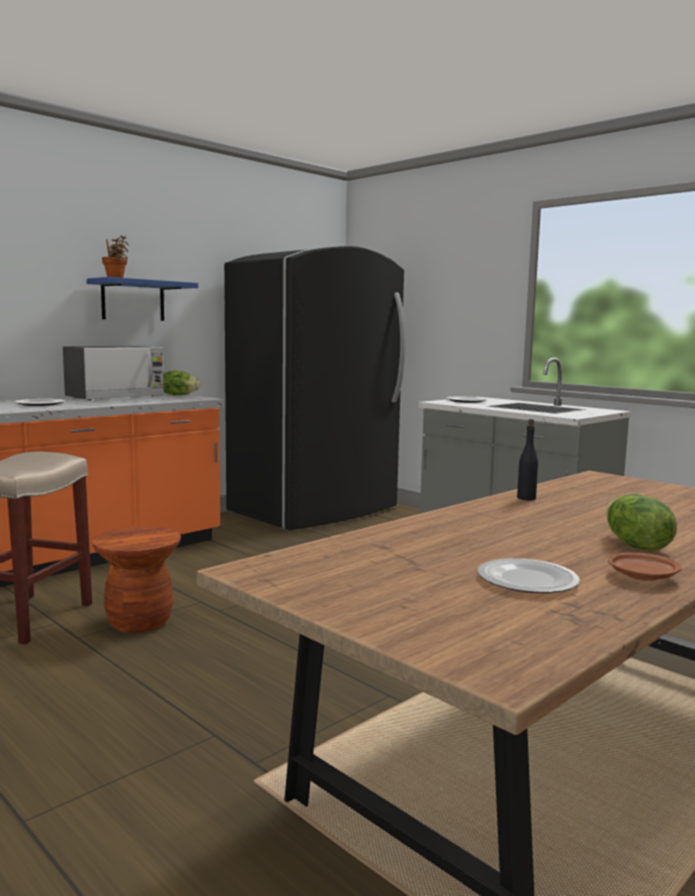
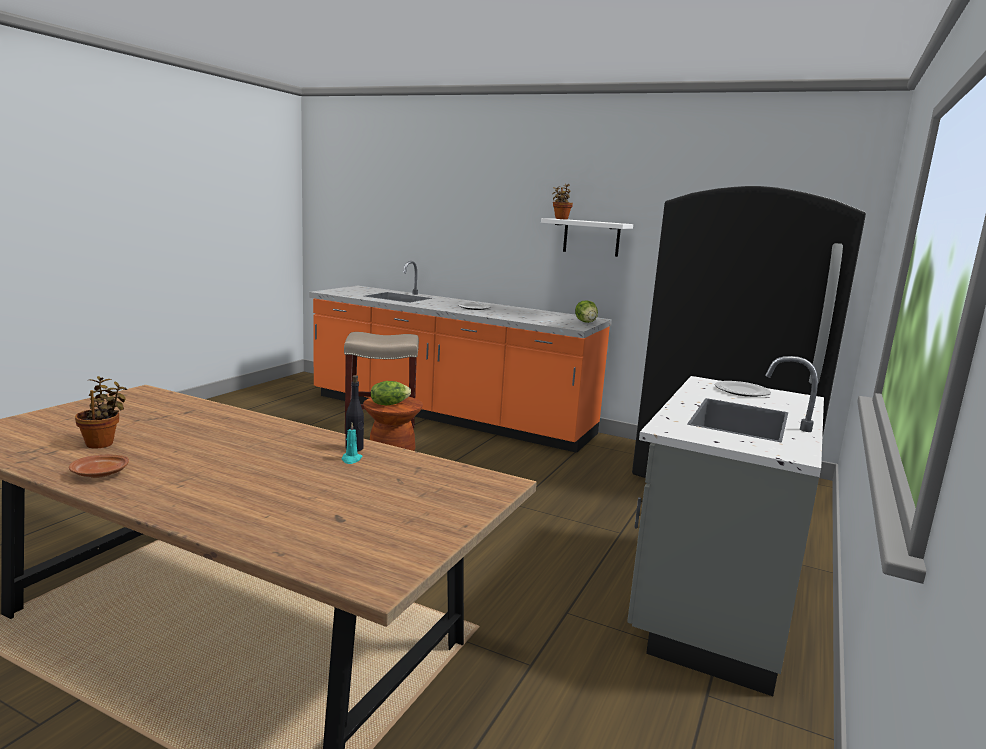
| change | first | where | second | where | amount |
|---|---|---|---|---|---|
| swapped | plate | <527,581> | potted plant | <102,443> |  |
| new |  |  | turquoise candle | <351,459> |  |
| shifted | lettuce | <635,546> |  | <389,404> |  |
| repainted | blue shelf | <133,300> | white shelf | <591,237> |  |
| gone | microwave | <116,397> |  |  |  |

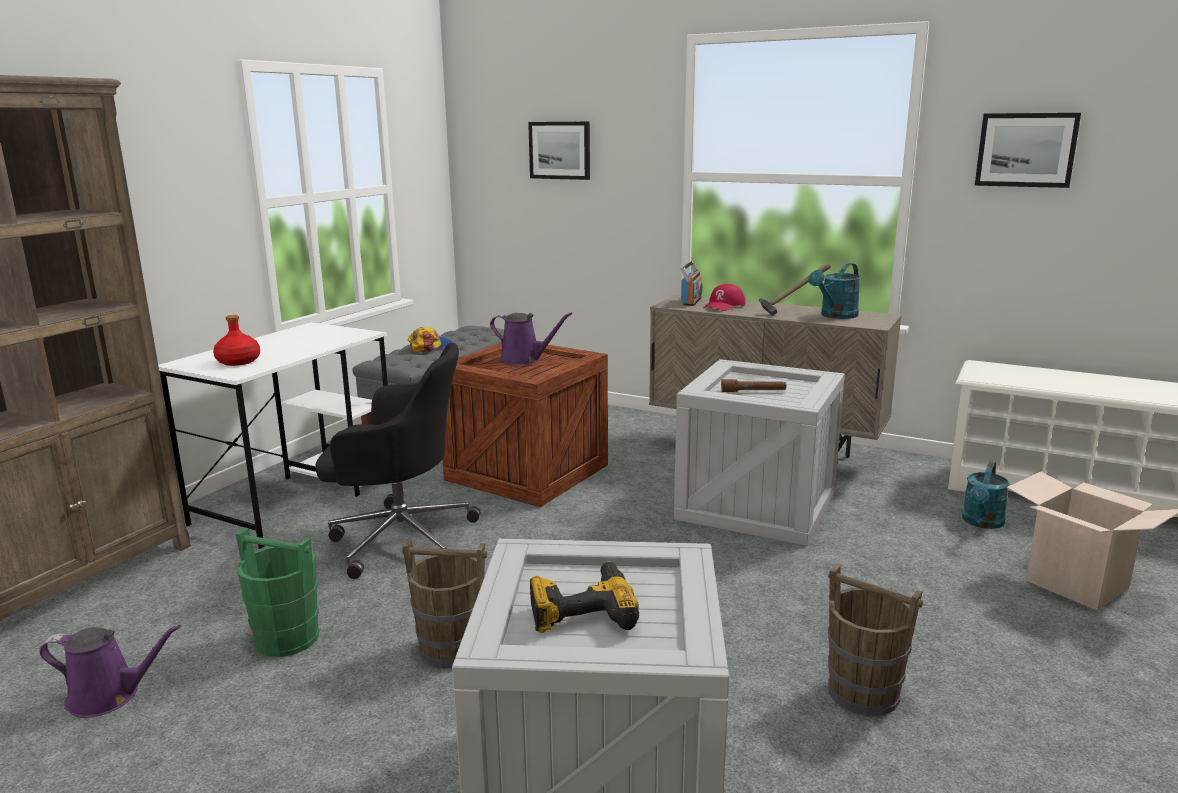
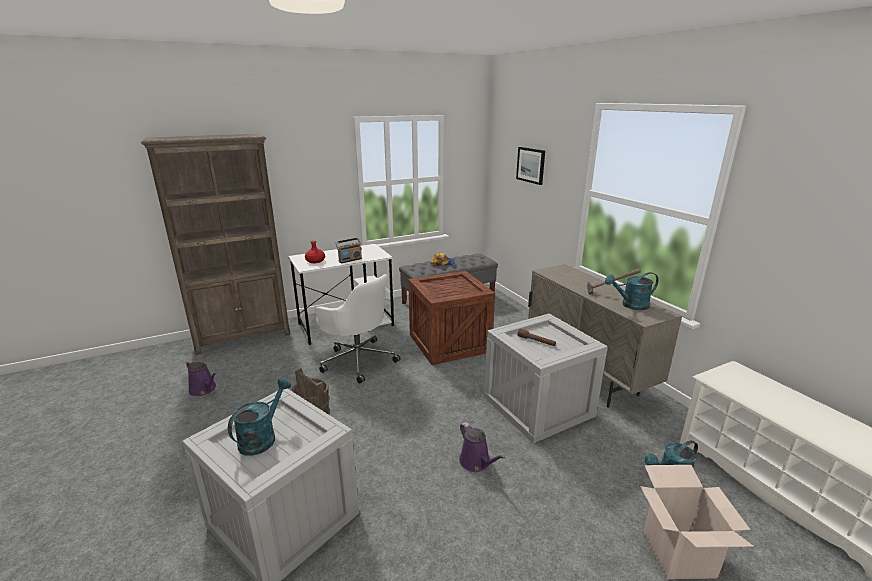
| change | first | where | second | where | amount |
|---|---|---|---|---|---|
| swapped | power drill | <582,610> | turquoise watering can | <262,437> |  |
| repainted | black office chair | <400,539> | white office chair | <358,360> |  |
| shifted | radio | <691,301> |  | <350,260> |  |
| shifted | purple watering can | <524,360> |  | <476,462> |  |
| gone | green bucket | <286,638> |  |  |  |
| gone | red cap | <724,306> |  |  |  |
| gone | brown bucket | <863,693> |  |  |  |
| gone | picture | <1026,150> |  |  |  |

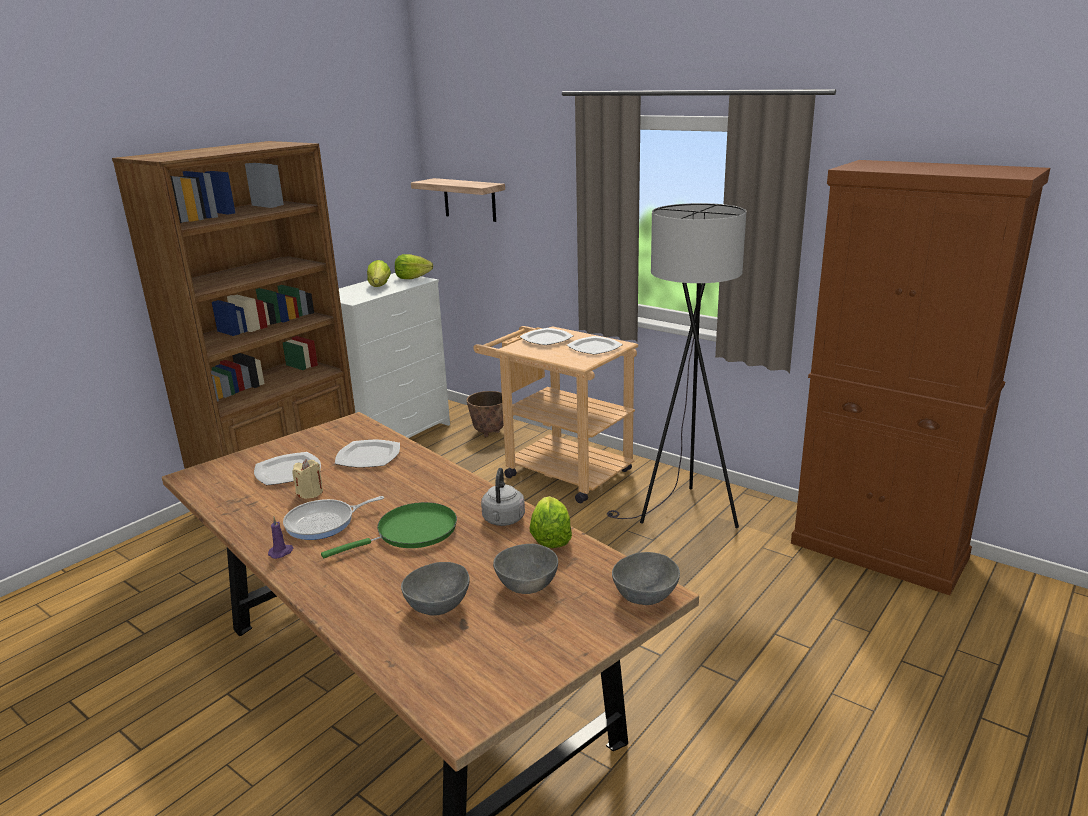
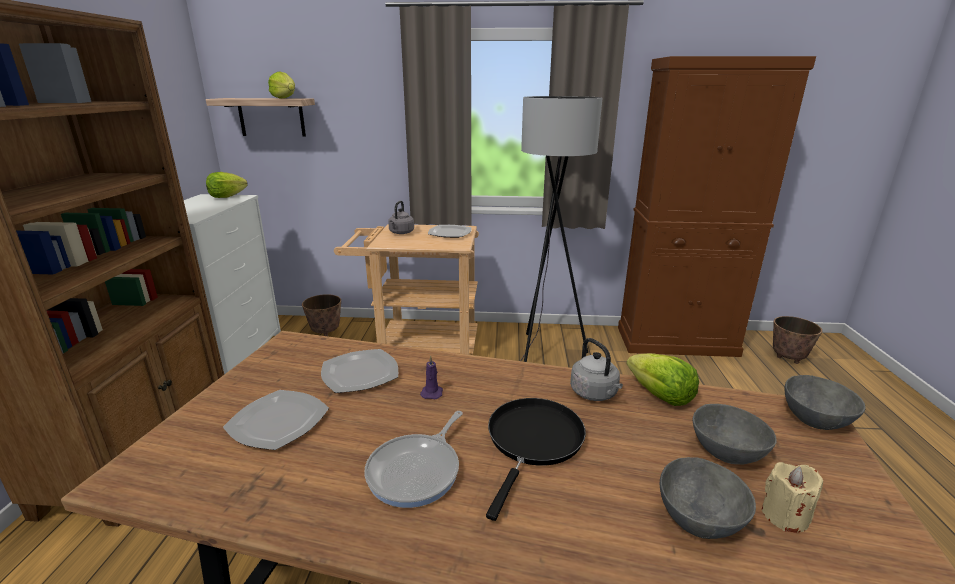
| change | first | where | second | where | amount |
|---|---|---|---|---|---|
| shifted | lettuce | <379,286> |  | <285,98> |  |
| swapped | plate | <546,339> | grey kettle | <401,233> |  |
| shifted | purple candle | <281,552> |  | <432,392> |  |
| repainted | green frying pan | <411,532> | black frying pan | <533,441> |  |
| shifted | beige candle | <310,493> |  | <784,516> |  |
| new |  |  | planter | <787,358> |  |

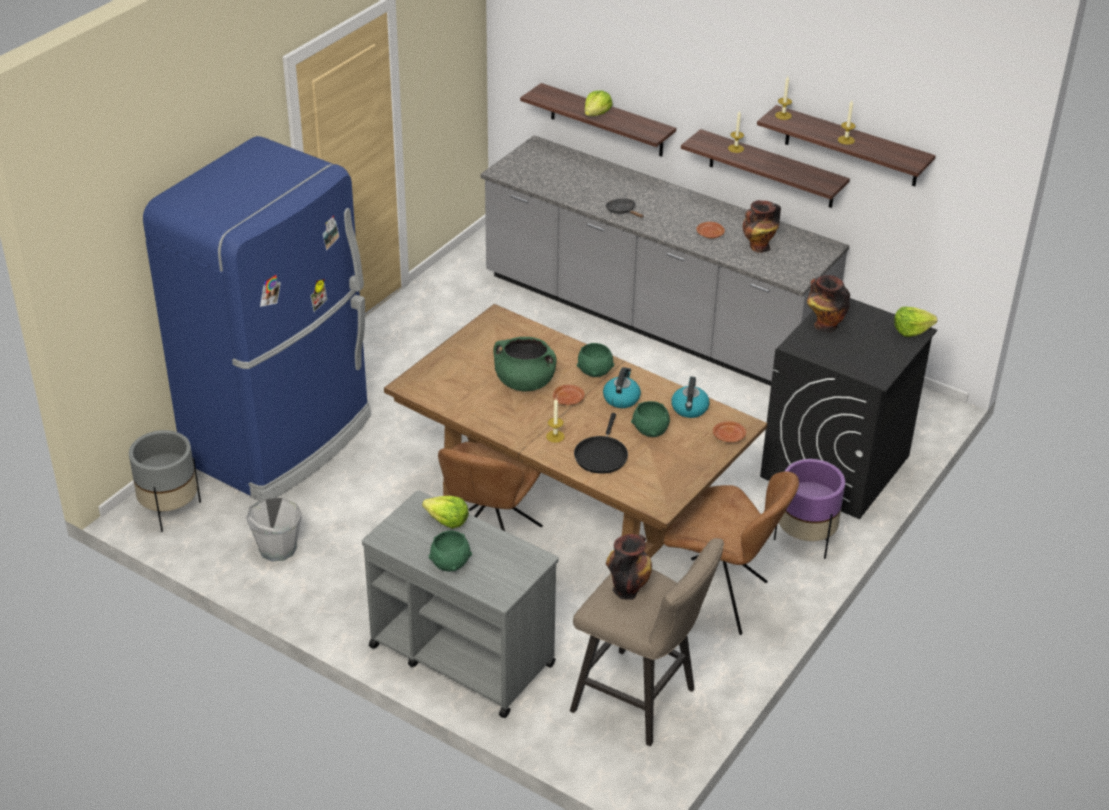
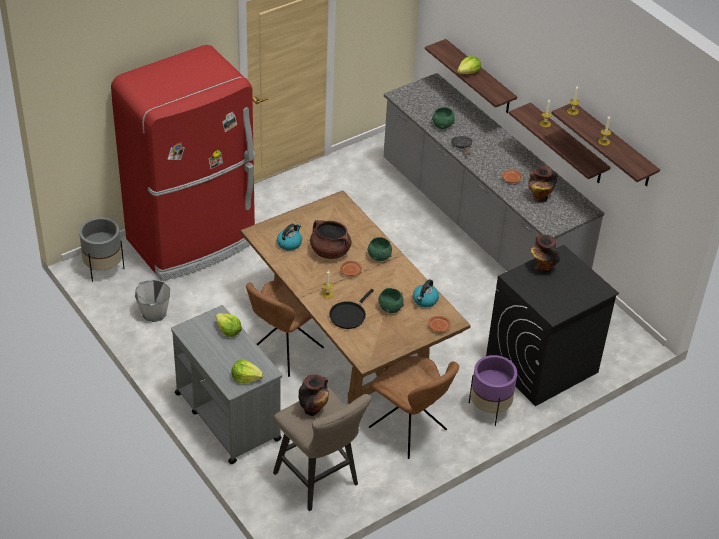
| change | first | where | second | where | amount |
|---|---|---|---|---|---|
| repainted | blue fridge | <281,440> | red fridge | <193,241> |  |
| shifted | lettuce | <911,330> |  | <246,377> |  |
| shifted | kettle | <621,398> |  | <289,243> |  |
| repainted | green cooking pot | <524,382> | brown cooking pot | <330,251> |  |
| shifted | green bowl | <451,563> |  | <443,125> |  |

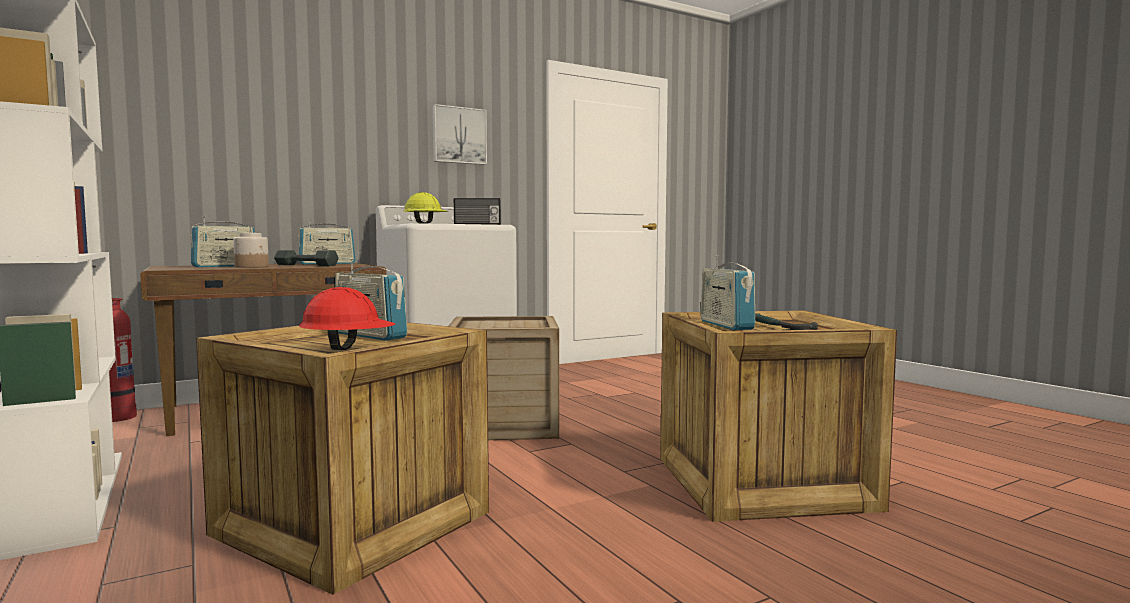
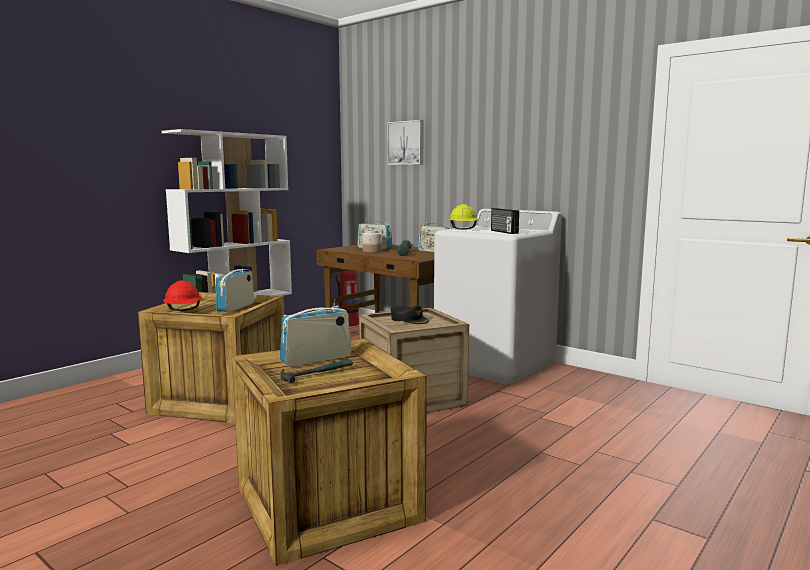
| change | first | where | second | where | amount |
|---|---|---|---|---|---|
| shifted | picture | <459,135> |  | <406,143> |  |
| new |  |  | black cap | <409,319> |  |

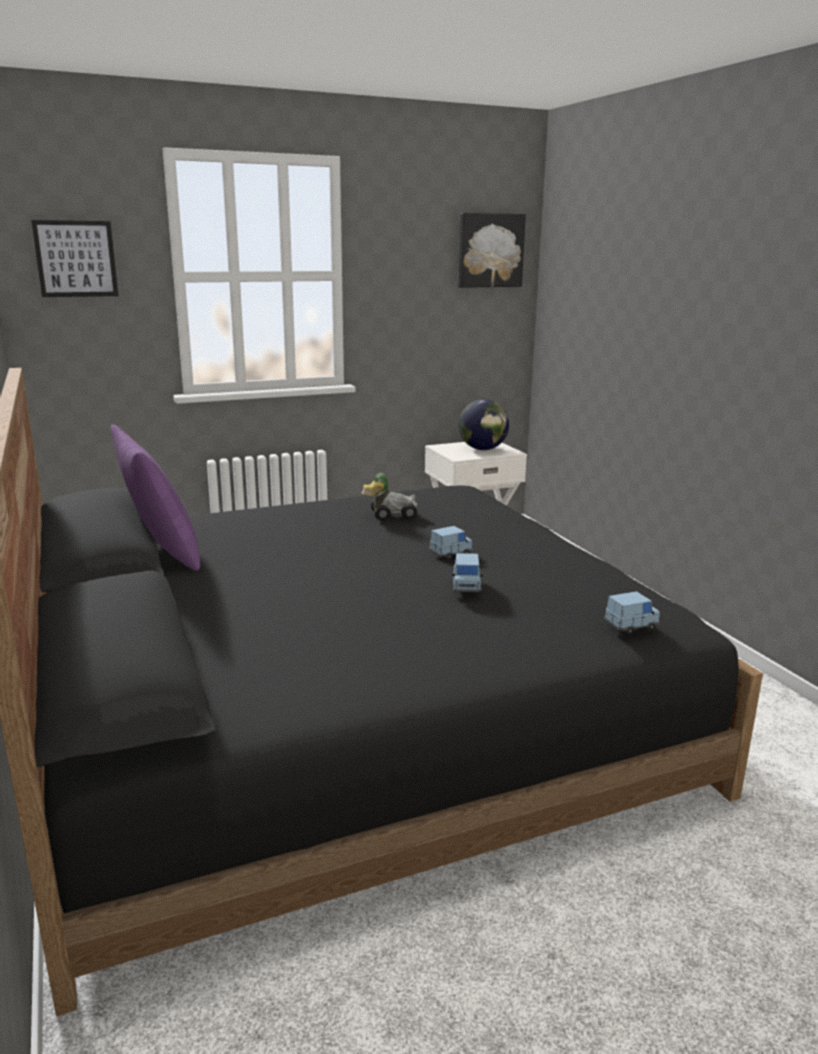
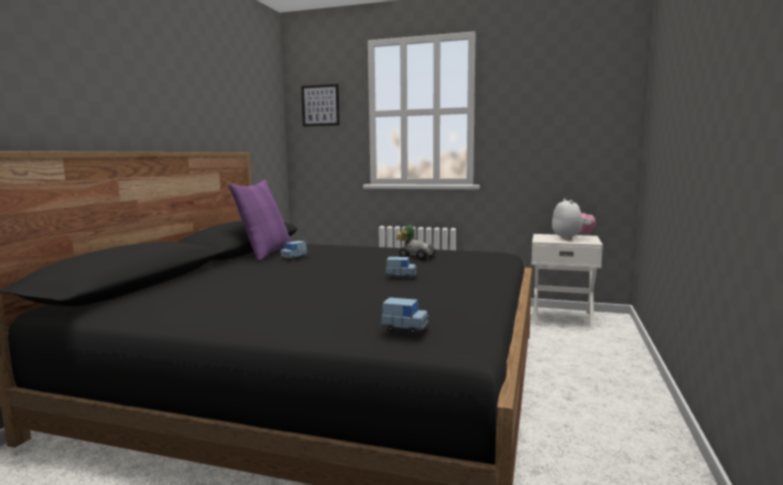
| change | first | where | second | where | amount |
|---|---|---|---|---|---|
| shifted | blue toy car | <466,587> |  | <294,258> |  |
| swapped | globe | <482,449> | plush toy | <571,239> |  |
| gone | picture | <490,250> |  |  |  |

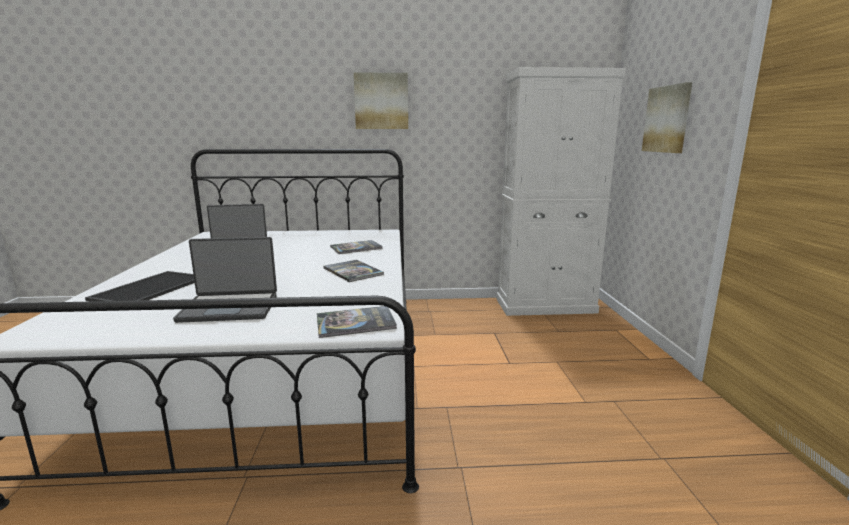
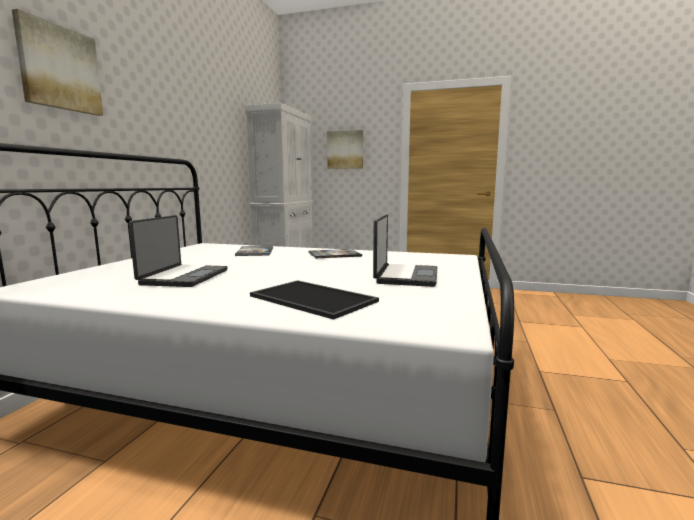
| change | first | where | second | where | amount |
|---|---|---|---|---|---|
| shifted | picture | <381,101> |  | <59,68> |  |
| gone | book | <355,323> |  |  |  |

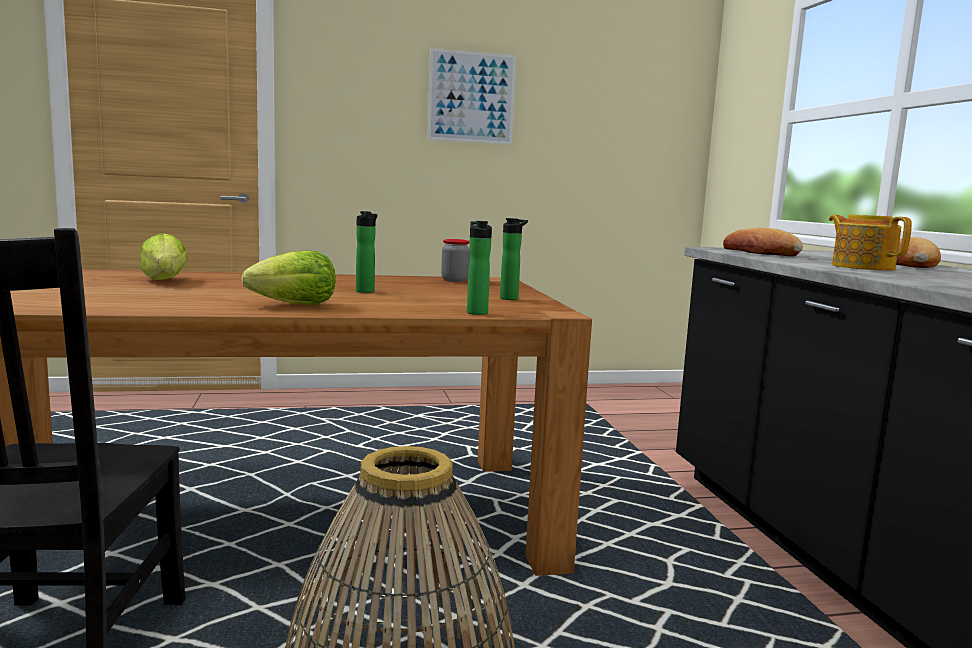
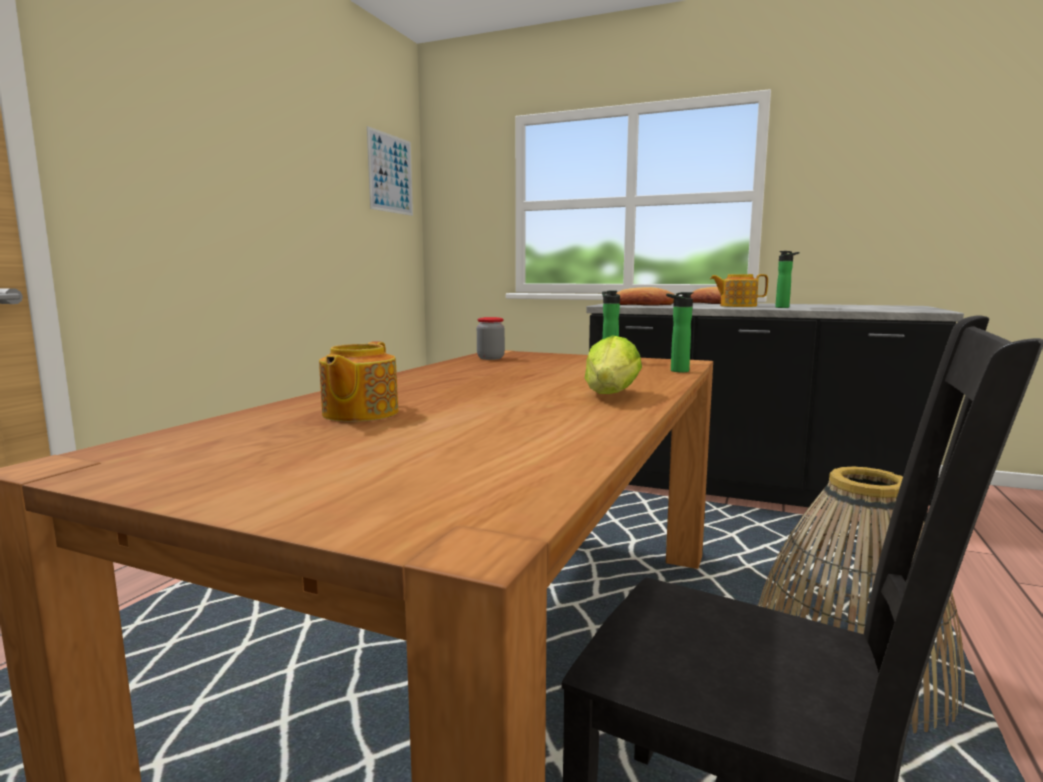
| change | first | where | second | where | amount |
|---|---|---|---|---|---|
| swapped | lettuce | <165,280> | teapot | <358,413> |  |
| shifted | picture | <471,97> |  | <390,173> |  |
| shifted | bottle | <366,292> |  | <784,307> |  |

